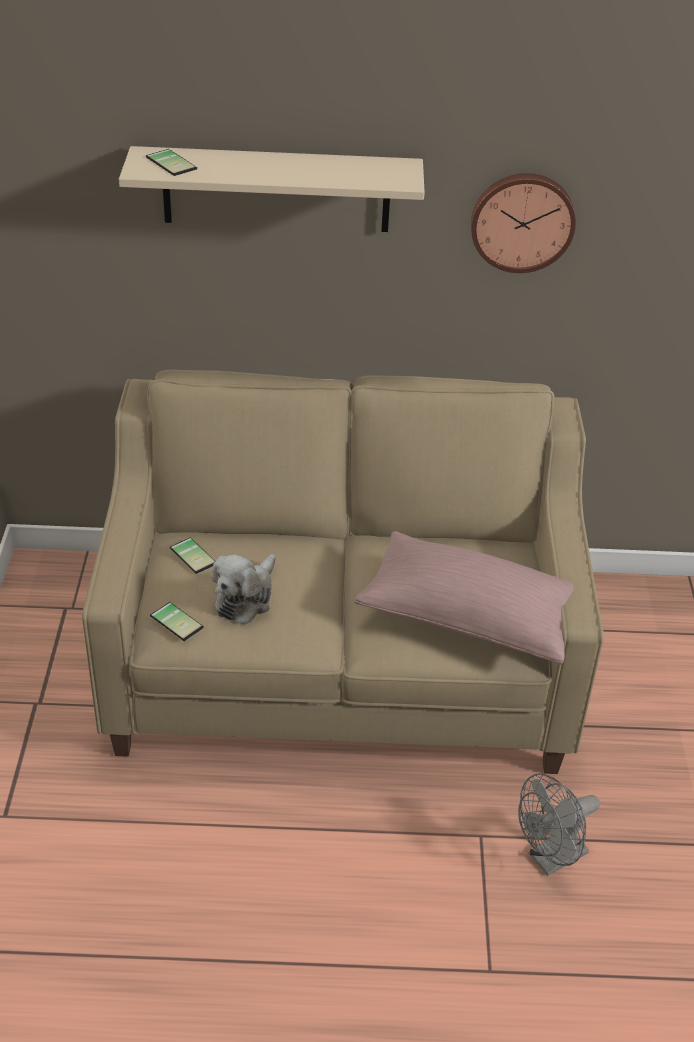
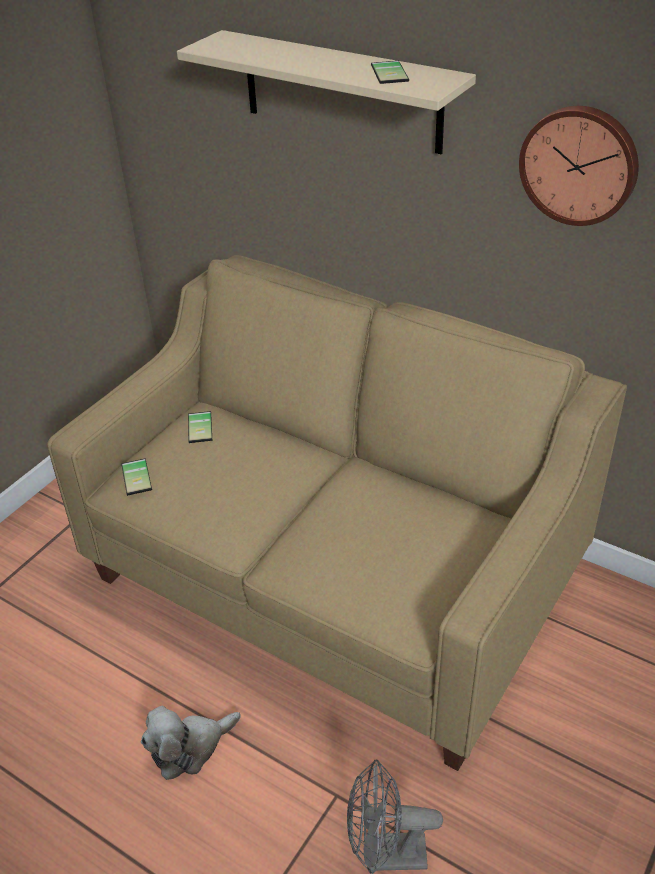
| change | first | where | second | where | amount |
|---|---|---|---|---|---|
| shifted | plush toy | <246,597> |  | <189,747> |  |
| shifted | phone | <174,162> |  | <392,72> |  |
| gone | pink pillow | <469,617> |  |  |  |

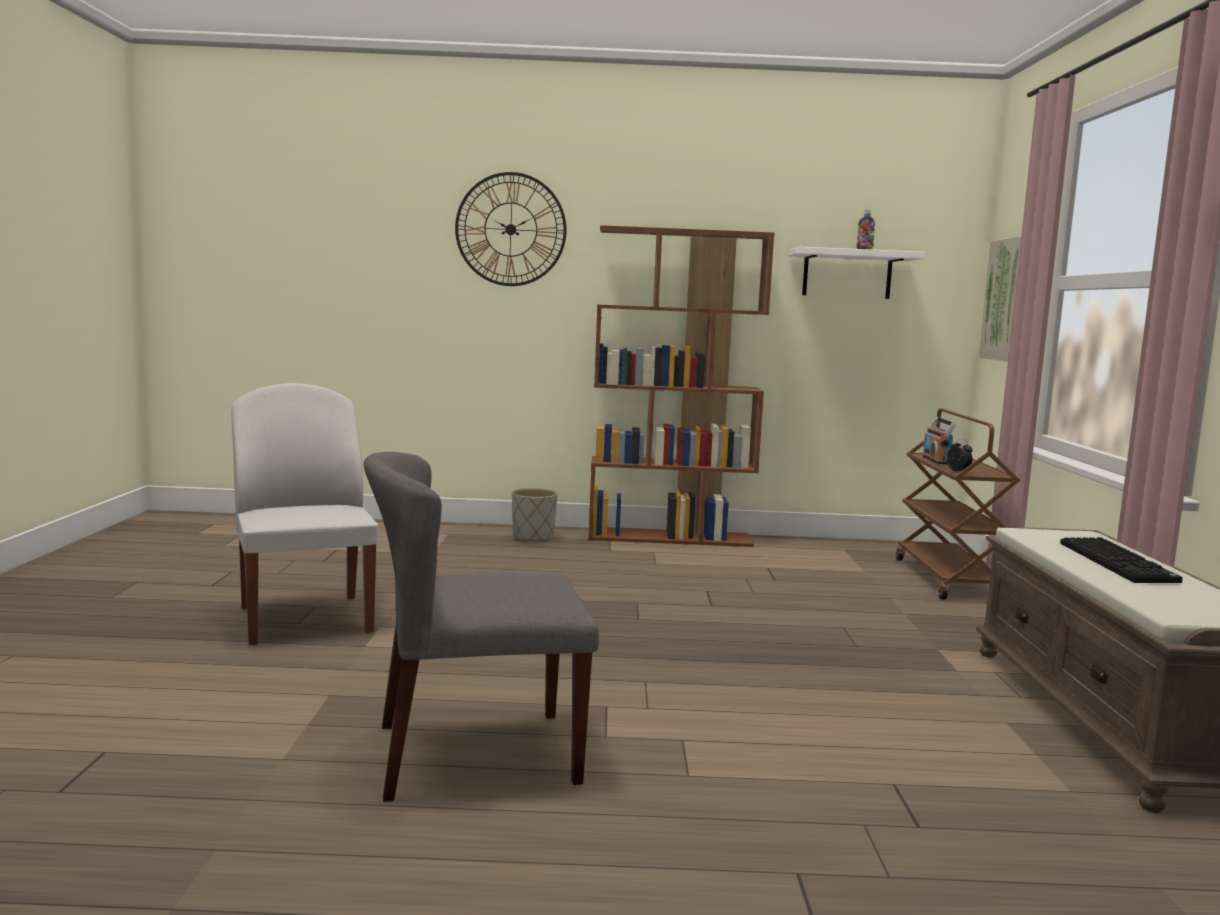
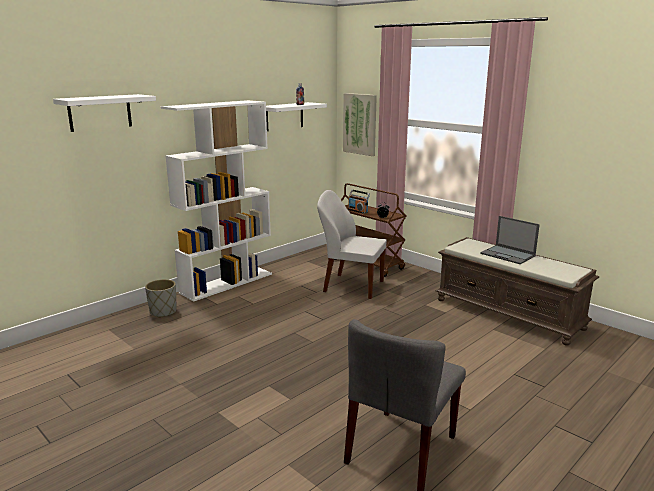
| change | first | where | second | where | amount |
|---|---|---|---|---|---|
| swapped | wall clock | <510,229> | white shelf | <100,112> |  |
| repainted | brown bookcase | <670,537> | white bookcase | <227,283> |  |
| shifted | white chair | <305,618> |  | <352,286> |  |
| swapped | keyboard | <1119,563> | laptop | <508,255> |  |

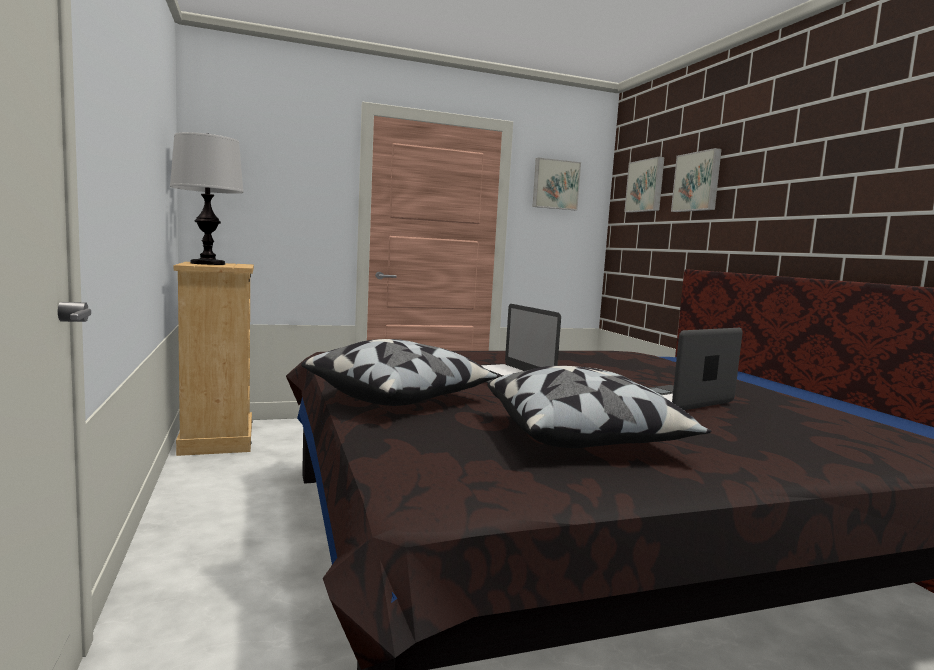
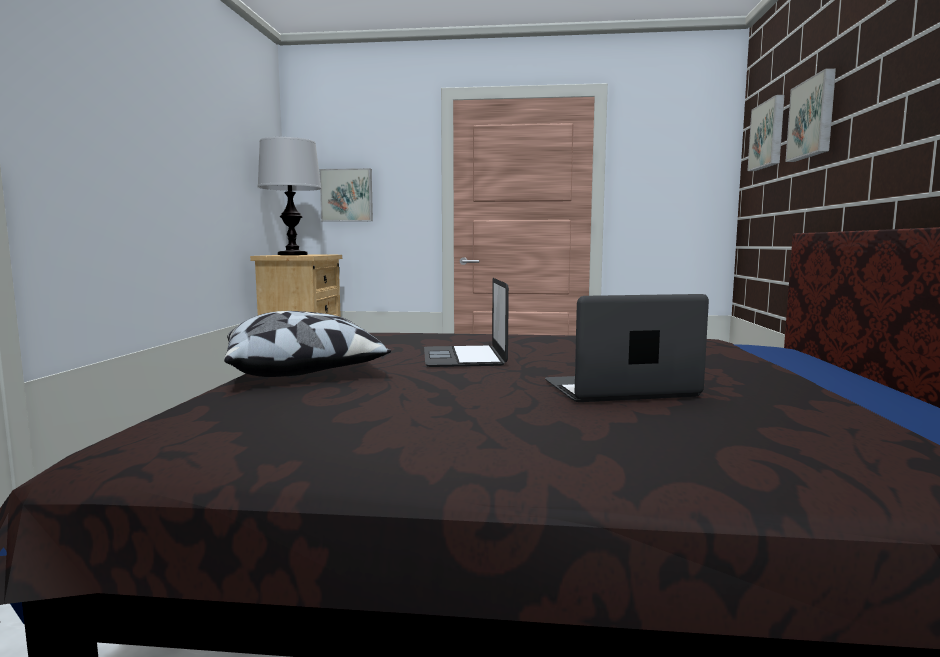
| change | first | where | second | where | amount |
|---|---|---|---|---|---|
| shifted | picture | <555,184> |  | <347,195> |  |
| gone | pillow | <585,437> |  |  |  |

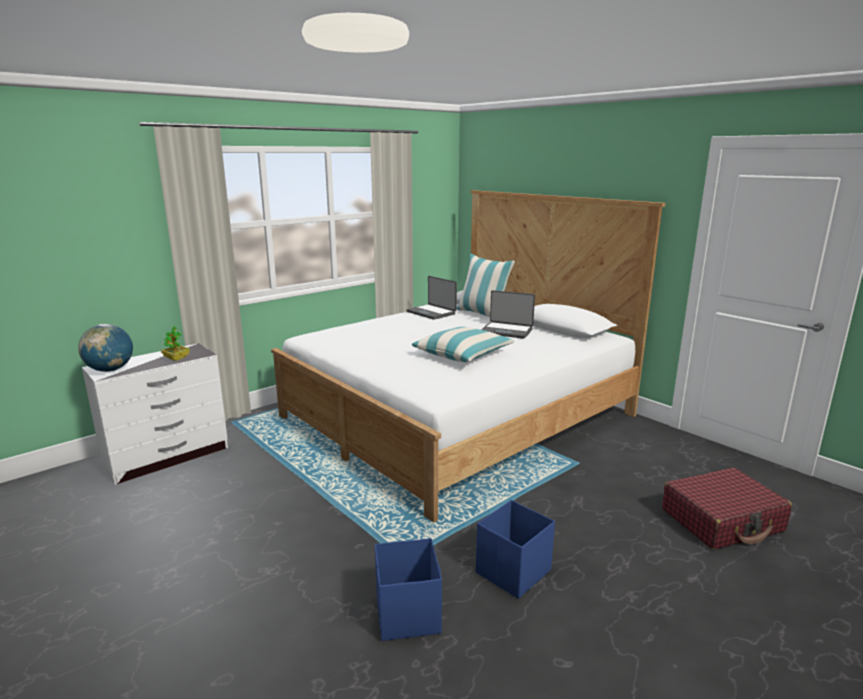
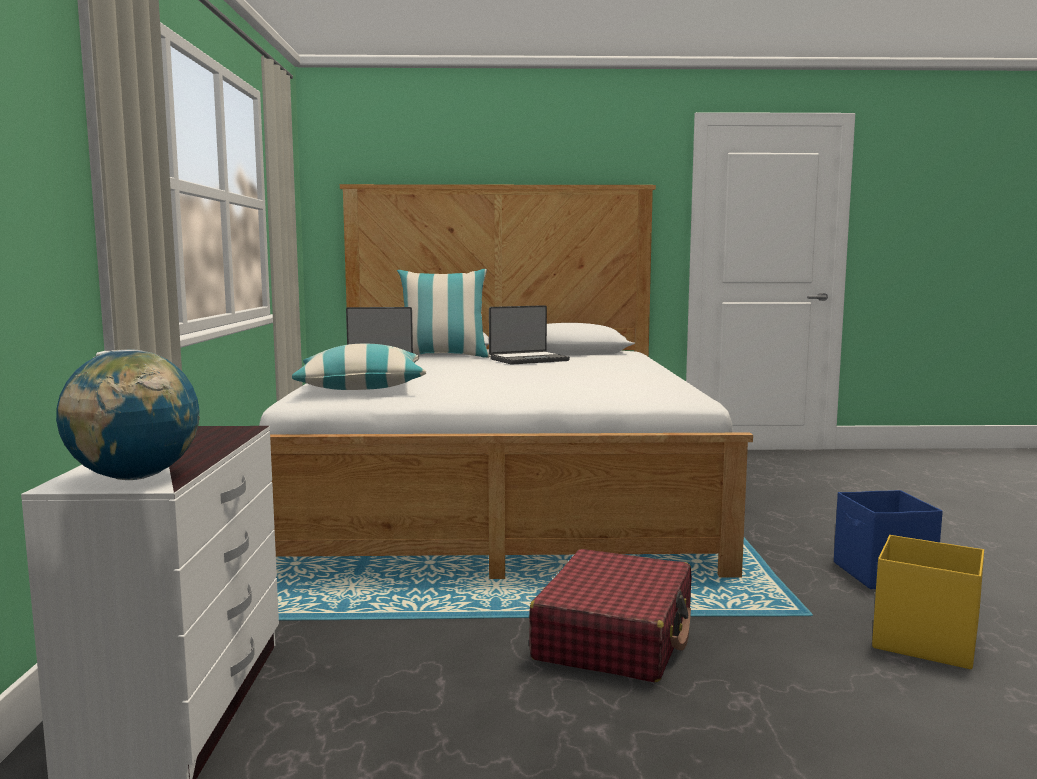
| change | first | where | second | where | amount |
|---|---|---|---|---|---|
| shifted | pillow | <462,355> |  | <361,386> |  |
| shifted | red suitcase | <722,520> |  | <615,637> |  |
| repainted | blue storage box | <408,613> | yellow storage box | <923,641> |  |
| gone | potted plant | <176,358> |  |  |  |

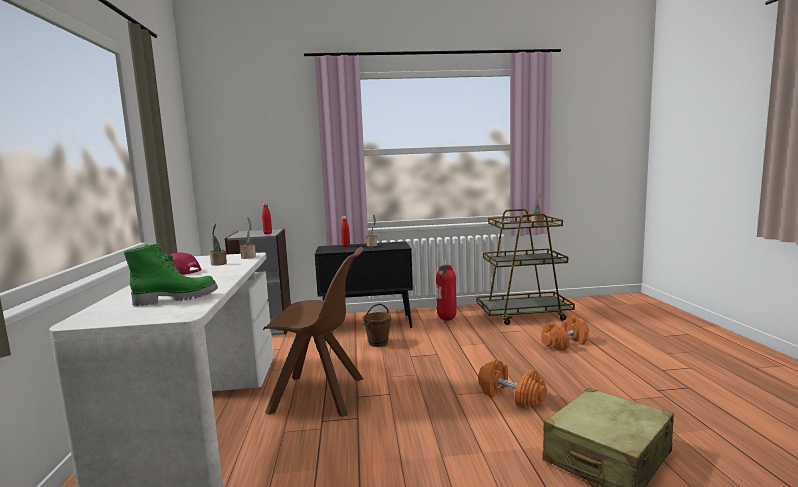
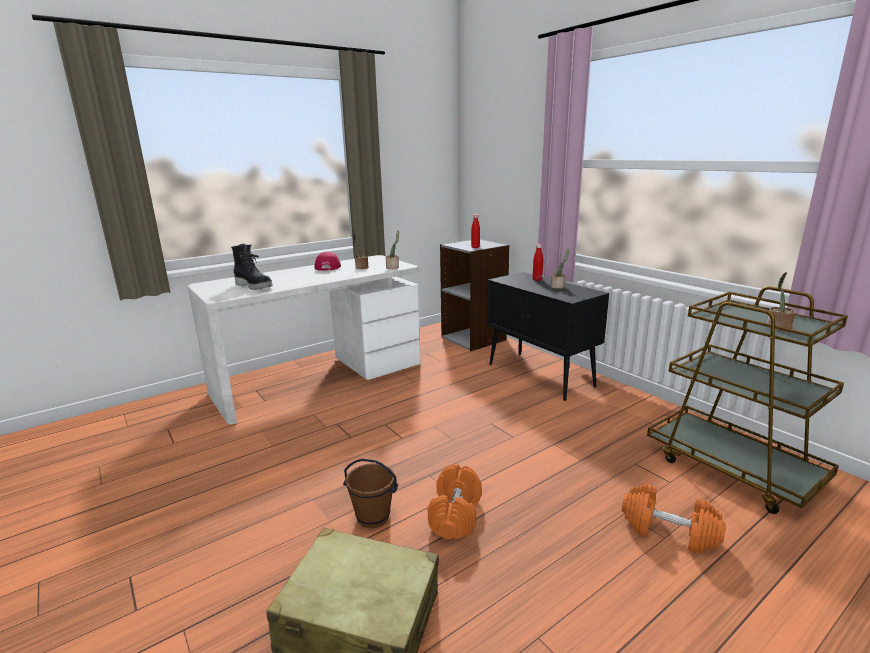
| change | first | where | second | where | amount |
|---|---|---|---|---|---|
| repainted | green boot | <176,298> | black boot | <255,286> |  |
| shifted | brown bucket | <378,343> |  | <373,517> |  |
| gone | brown chair | <320,395> |  |  |  |
| gone | fire extinguisher | <447,320> |  |  |  |

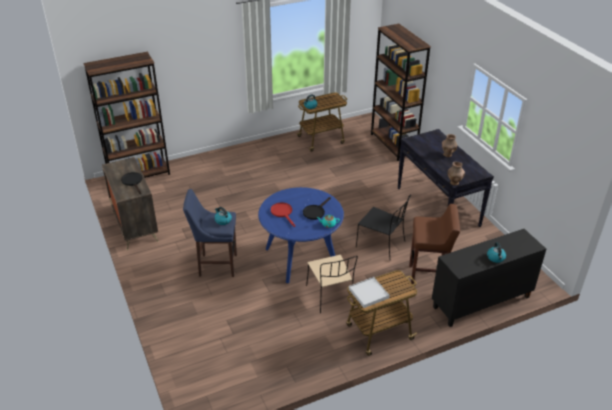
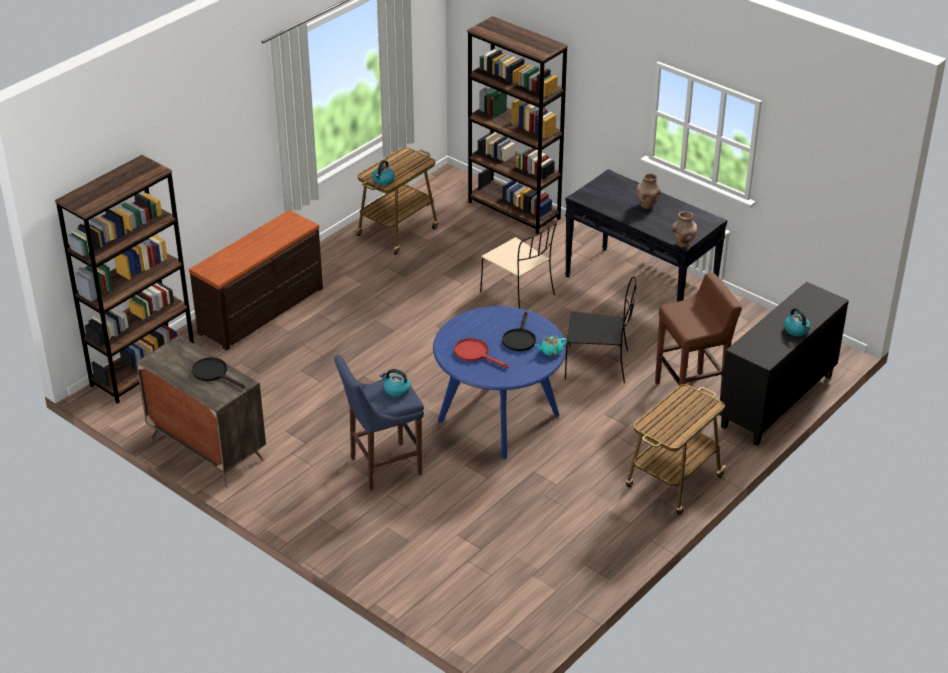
| change | first | where | second | where | amount |
|---|---|---|---|---|---|
| new |  |  | brown dresser | <262,311> |  |
| shifted | beige chair | <331,296> |  | <519,294> |  |
| gone | white tray | <368,293> |  |  |  |

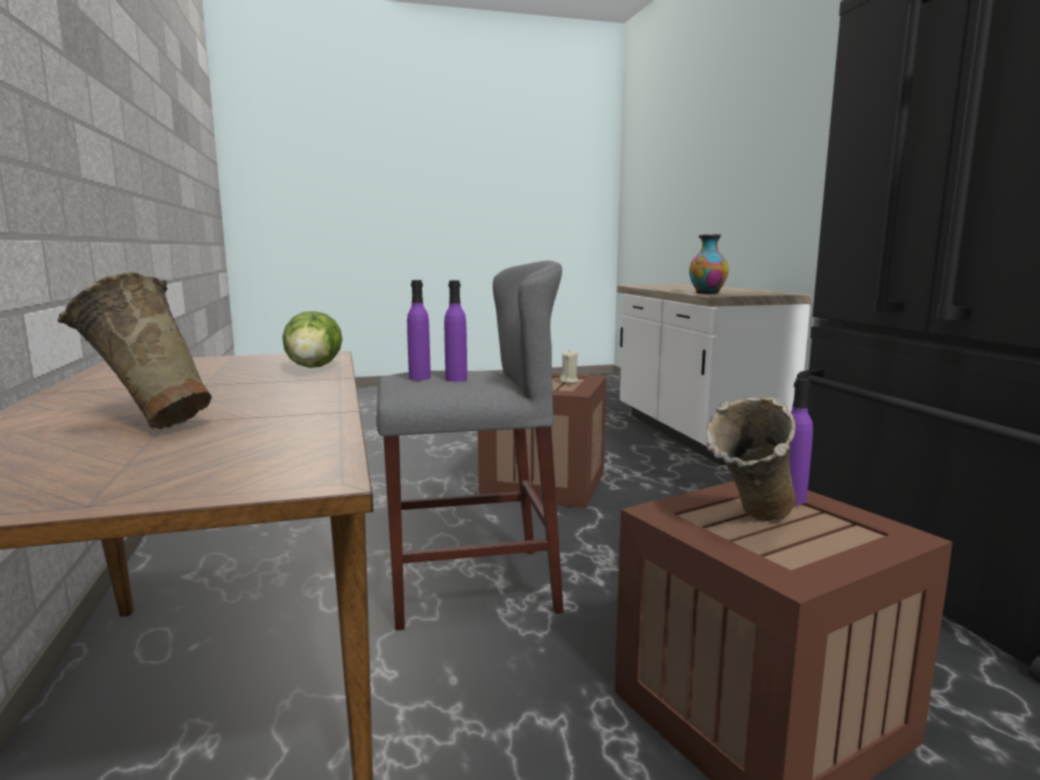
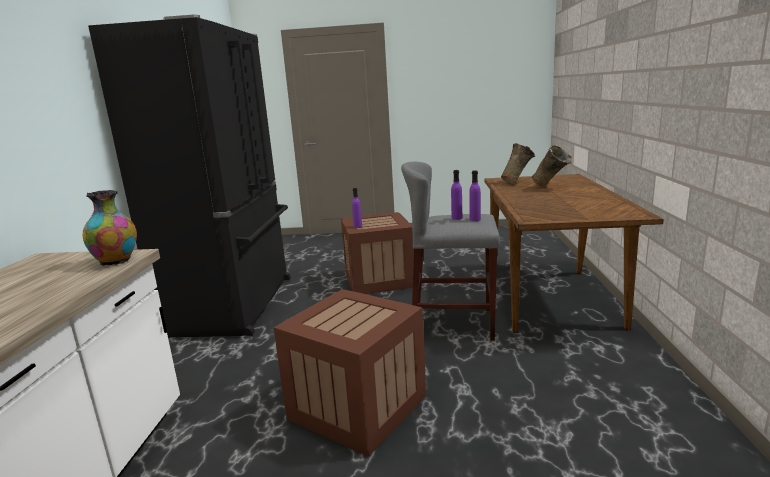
| change | first | where | second | where | amount |
|---|---|---|---|---|---|
| shifted | beige vase | <751,527> |  | <517,183> |  |
| gone | lettuce | <313,369> |  |  |  |
| gone | beige candle | <569,381> |  |  |  |

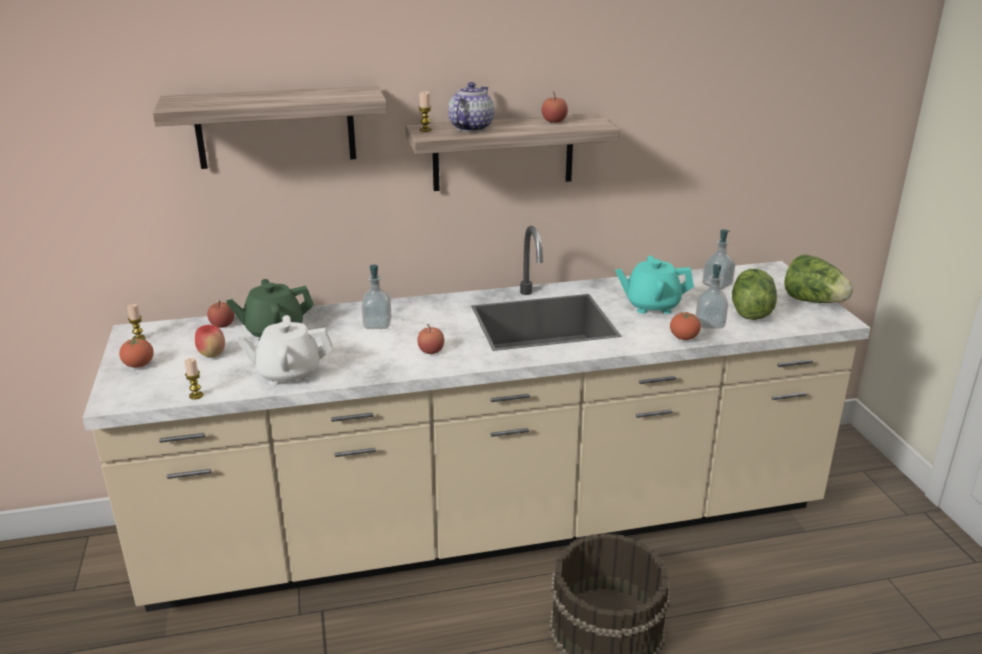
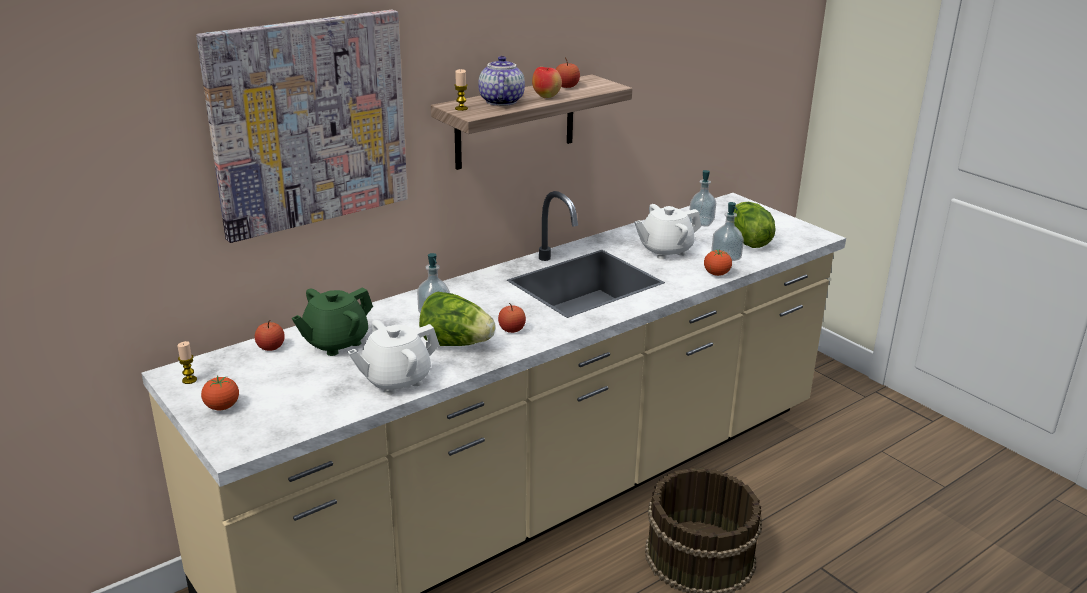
| change | first | where | second | where | amount |
|---|---|---|---|---|---|
| swapped | shelf | <276,127> | picture | <309,123> |  |
| shifted | lettuce | <813,301> |  | <456,343> |  |
| shifted | apple | <212,355> |  | <546,97> |  |
| repainted | turquoise teapot | <651,306> | white teapot | <665,250> |  |
| gone | candle | <196,395> |  |  |  |

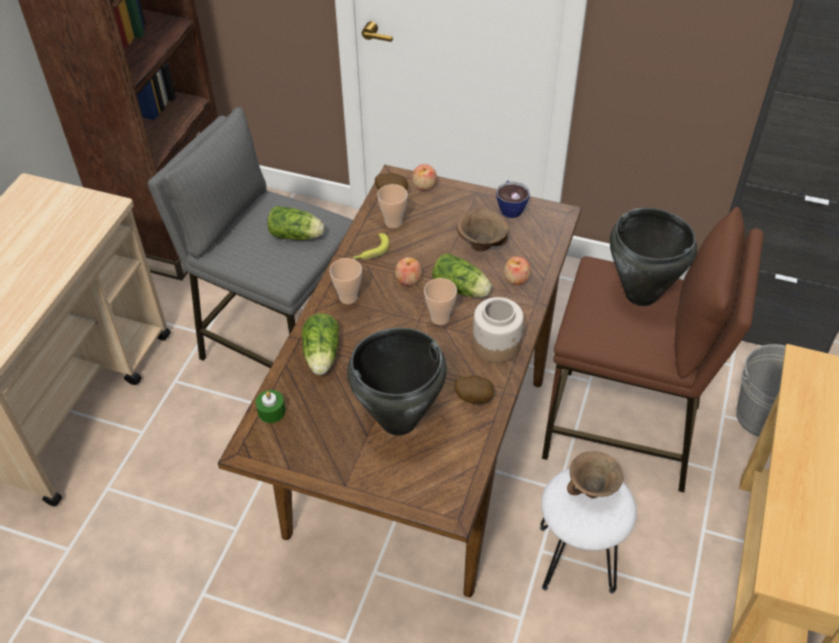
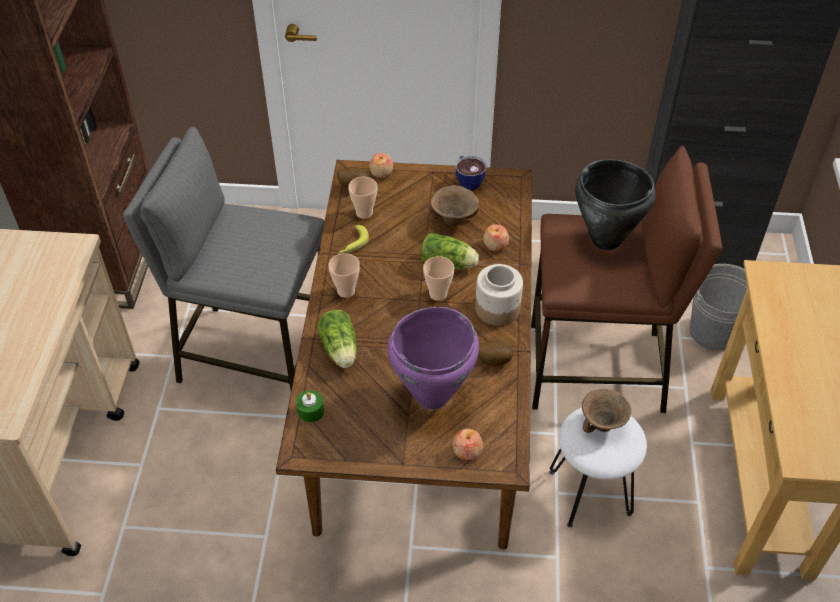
| change | first | where | second | where | amount |
|---|---|---|---|---|---|
| repainted | black cooking pot | <397,420> | purple cooking pot | <431,395> |  |
| shifted | apple | <408,279> |  | <467,451> |  |
| gone | lettuce | <297,235> |  |  |  |

